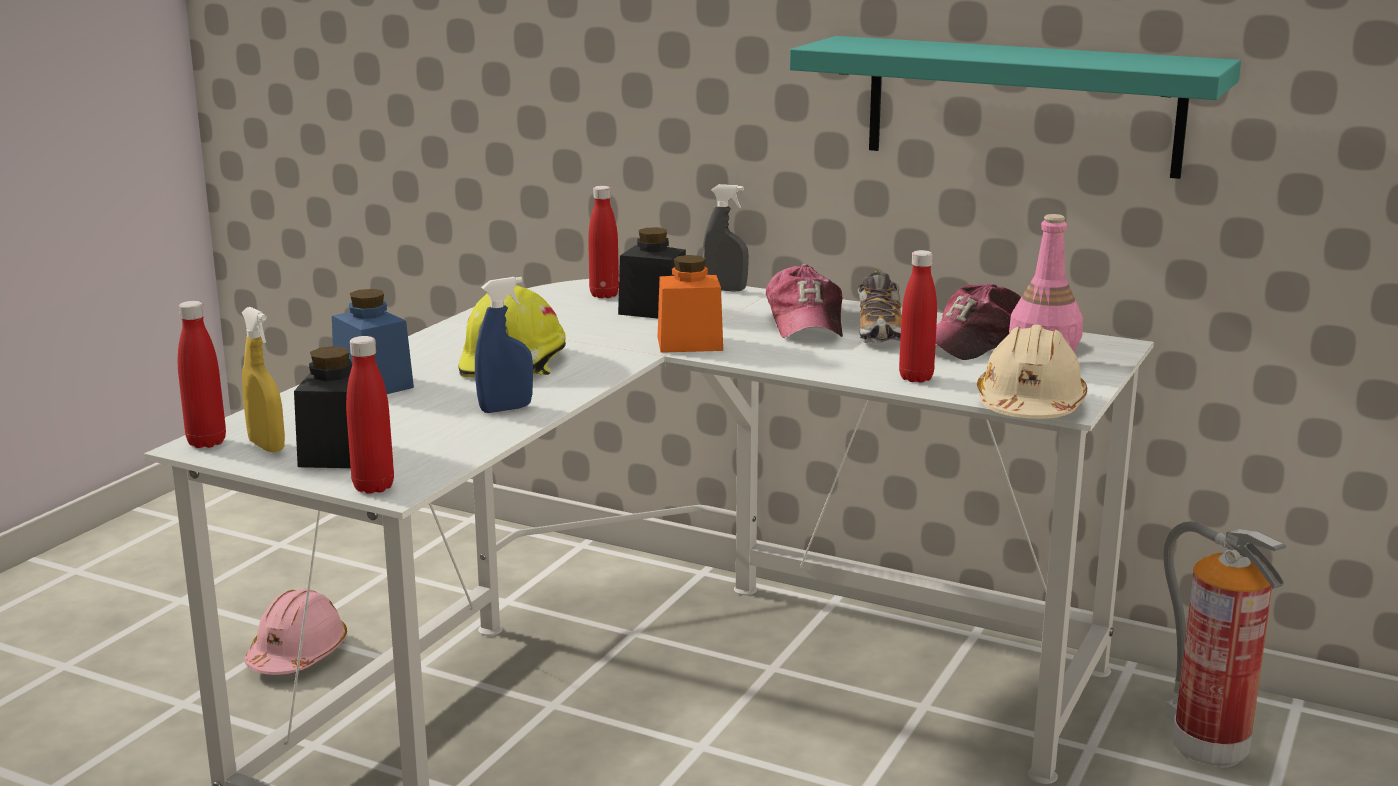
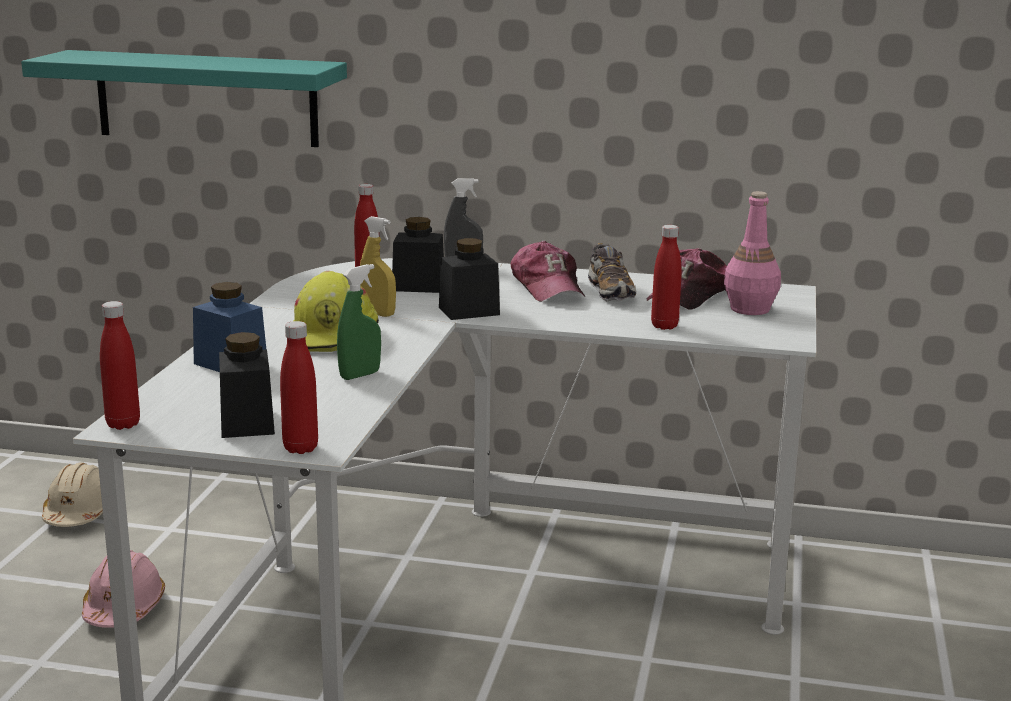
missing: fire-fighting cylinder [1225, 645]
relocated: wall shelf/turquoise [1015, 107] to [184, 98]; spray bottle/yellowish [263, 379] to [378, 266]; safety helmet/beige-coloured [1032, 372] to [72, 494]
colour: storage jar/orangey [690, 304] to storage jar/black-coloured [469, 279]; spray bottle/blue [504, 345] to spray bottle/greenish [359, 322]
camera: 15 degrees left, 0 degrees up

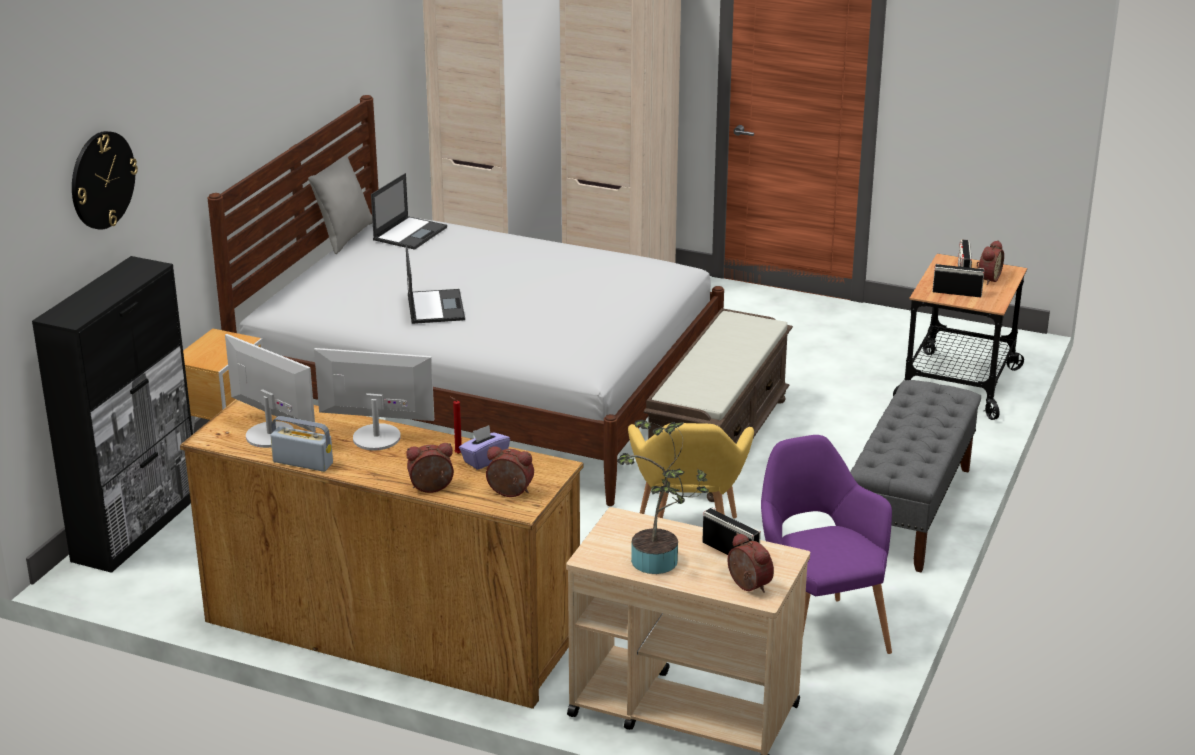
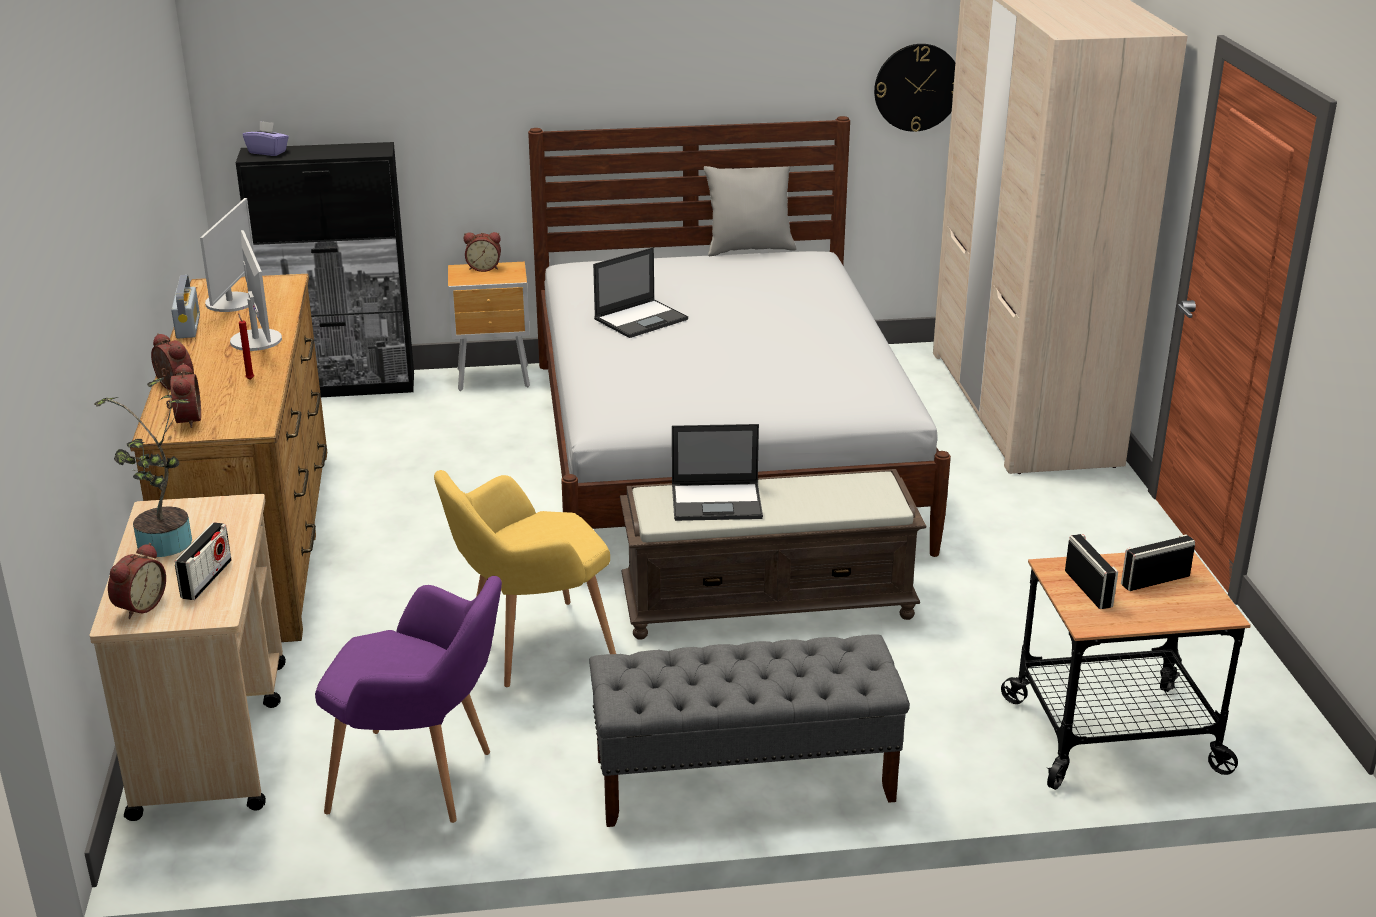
relocated: wall clock [105, 180] to [914, 88]; portable computer [409, 211] to [717, 472]; bedside clock [990, 262] to [482, 252]; box of tissues/purple-coloured [484, 447] to [266, 138]
spun: easy chair/purple-coloured [826, 544] = [408, 699] 60 degrees clockwise
camera: 60 degrees right, 0 degrees up

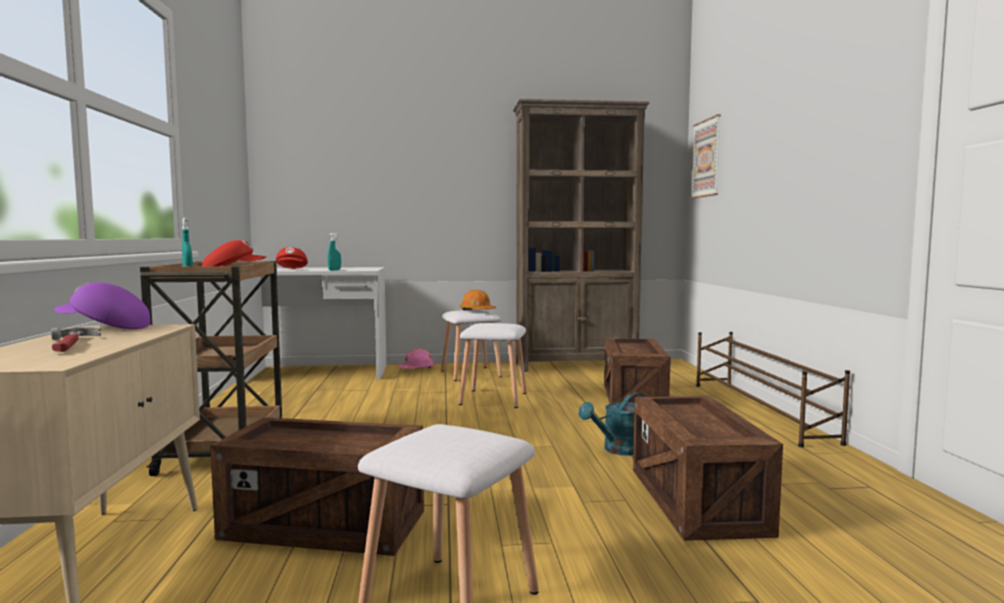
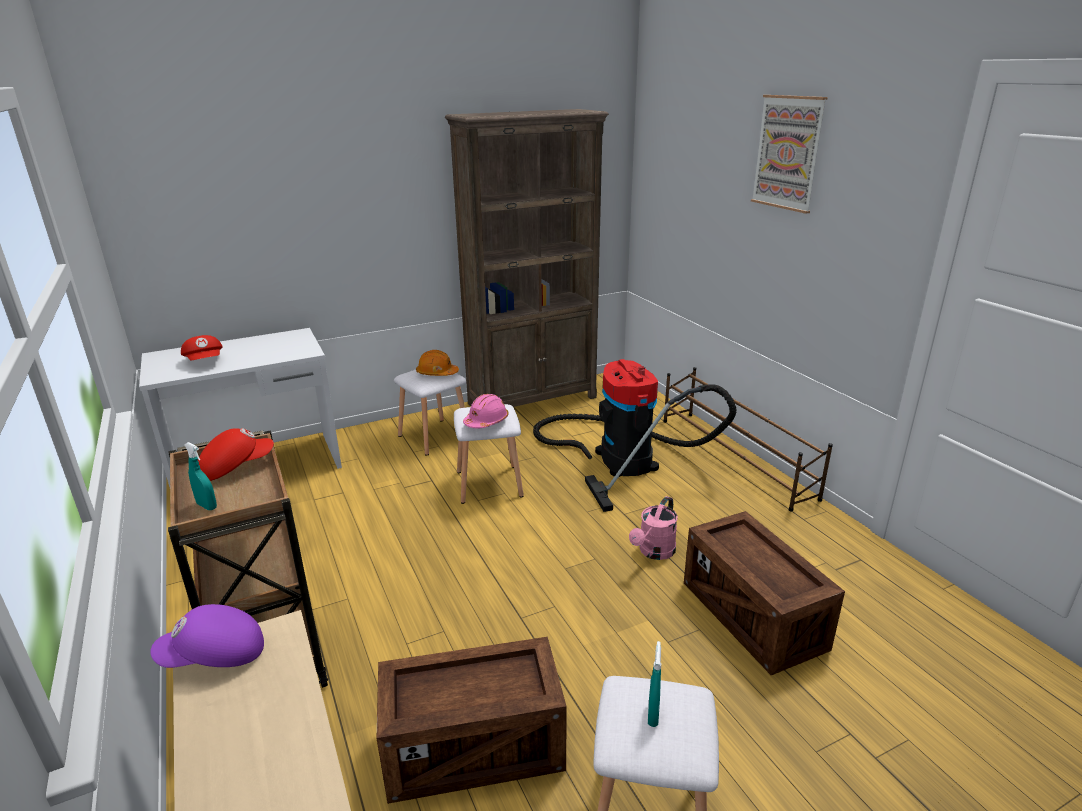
missing: hammer [76, 339]
relocated: wall picture [705, 156] to [789, 154]; spray bottle/turquoise [334, 251] to [654, 684]; safety helmet/pink [417, 359] to [486, 411]
exchanged: crate [637, 371] to vacuum cleaner [634, 435]
colour: sprinkling can/turquoise [612, 424] to sprinkling can/pink [653, 528]
camera: 20 degrees left, 20 degrees up

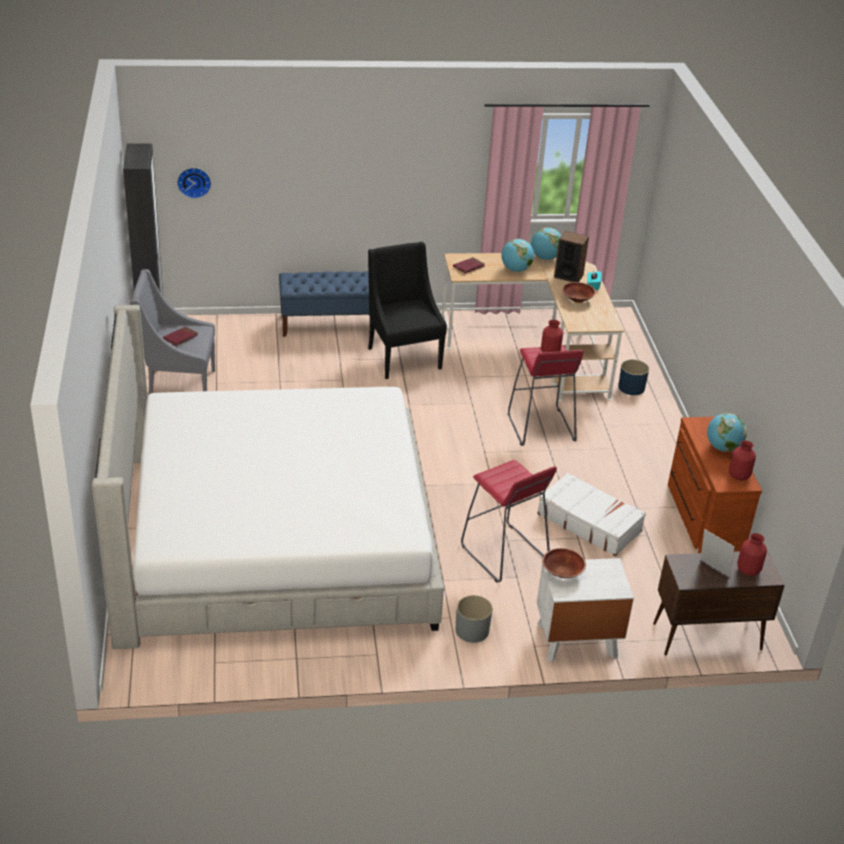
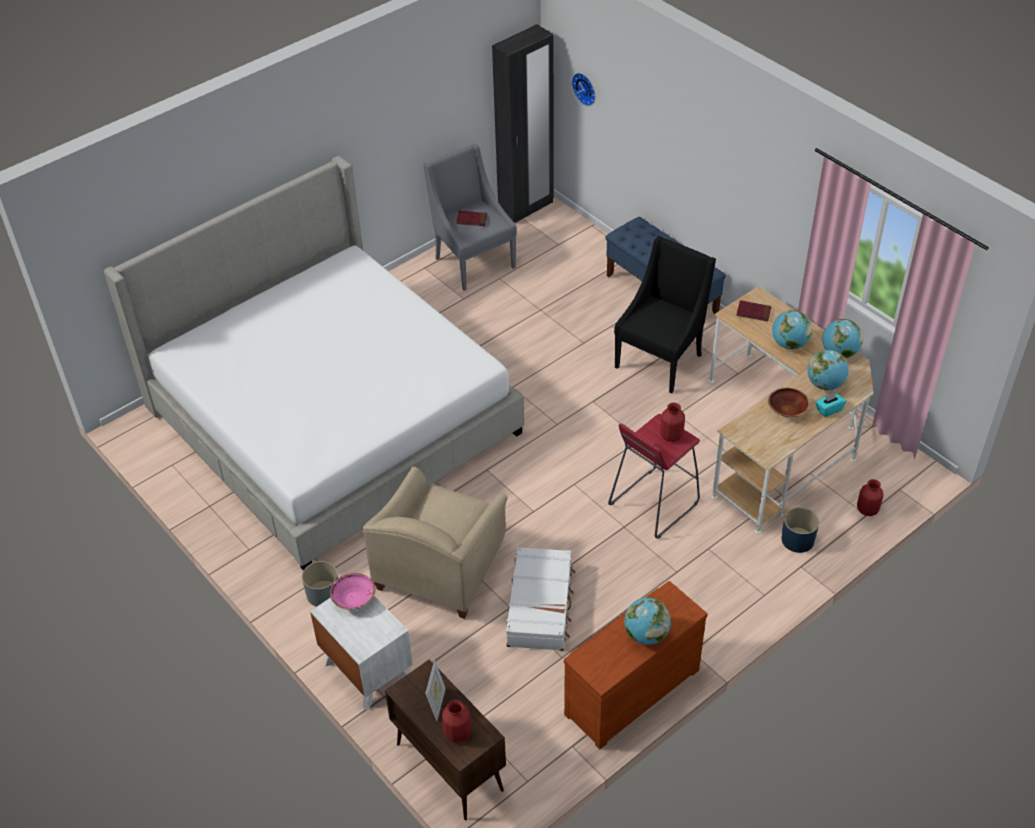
relocated: decorative vase/red-coloured [742, 460] to [870, 497]
exchanged: speaker [571, 256] to desk globe [828, 370]; stool/red-coloured [509, 521] to easy chair/beige-coloured [435, 543]
colour: bowl/brown-coloured [564, 563] to bowl/pink [353, 591]
camera: 60 degrees right, 10 degrees up

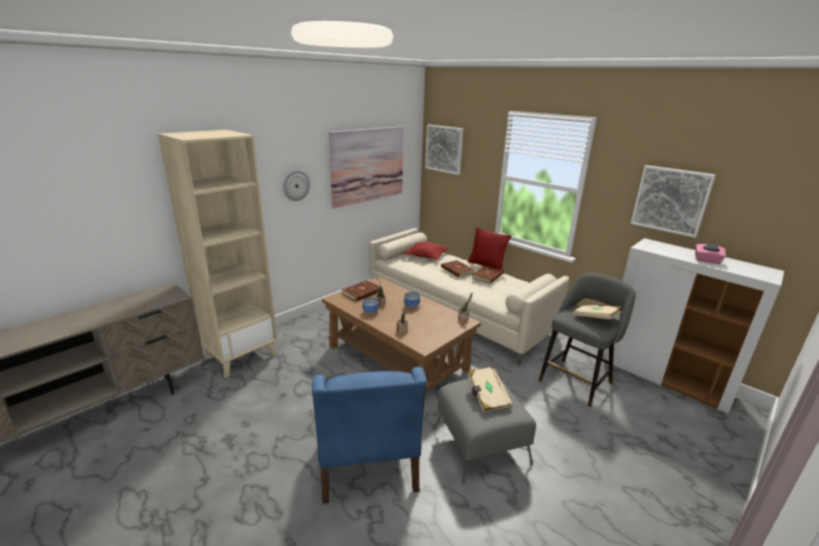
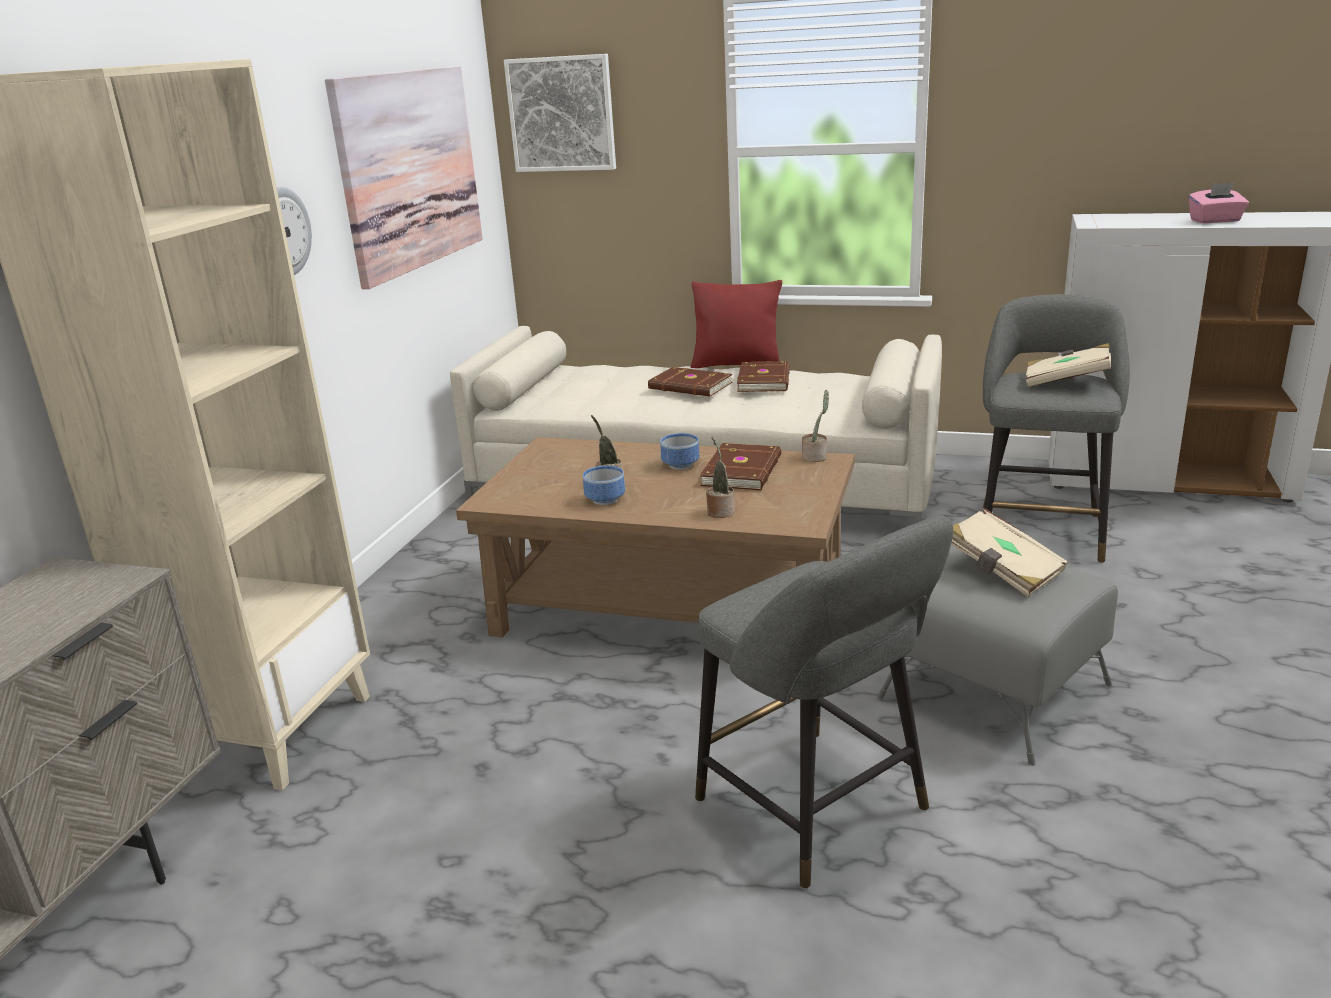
missing: wall picture [673, 201]; pillow/red-coloured [426, 251]
relocated: volume/brown-coloured [360, 290] to [740, 466]
exchanged: easy chair/blue [369, 435] to stool/grey [824, 702]
camera: 25 degrees left, 0 degrees up

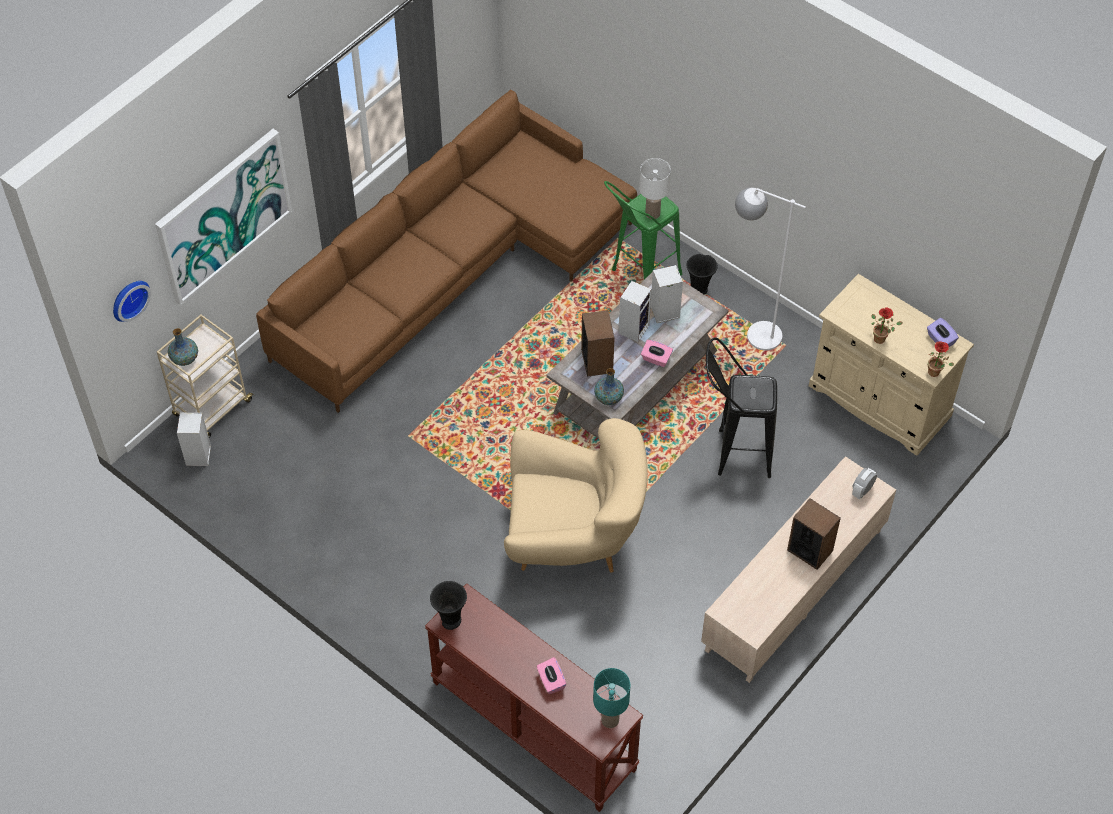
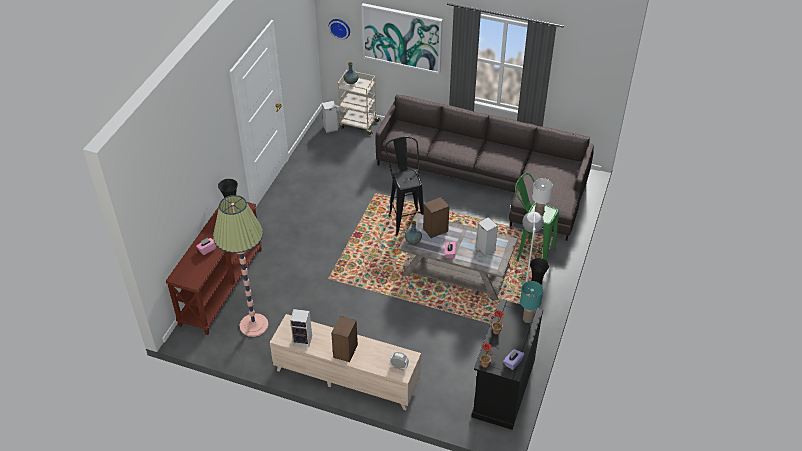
missing: easy chair/beige-coloured [576, 495]
appeared: standing lamp [241, 266]
relocated: speaker [635, 311] to [301, 328]; stool/black-coloured [741, 407] to [404, 186]; lamp for a table/turquoise [611, 698] to [531, 302]
colour: couch/brown-coloured [446, 251] to couch/grey [485, 167]; cabinet/beige-coloured [891, 365] to cabinet/black-coloured [507, 364]
camera: 70 degrees right, 10 degrees down

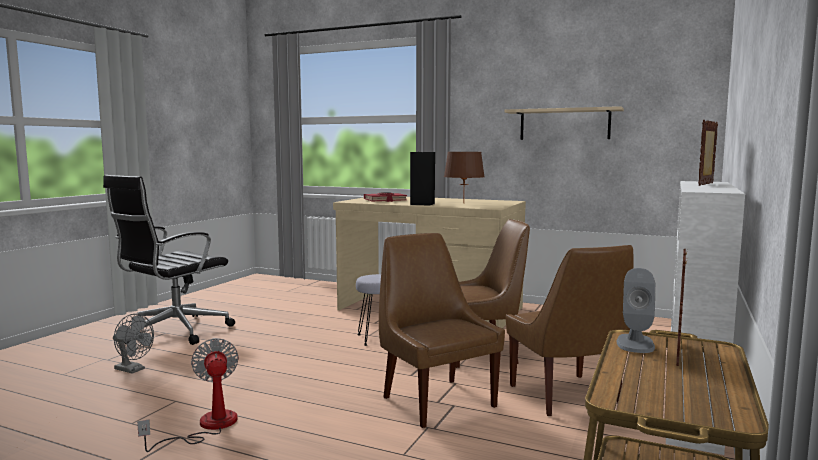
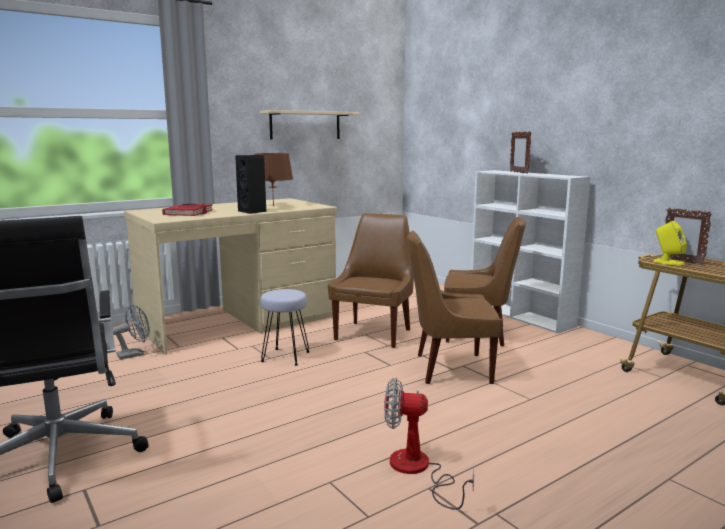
relocated: cooling fan/grey [133, 344] to [131, 331]
colour: speaker/grey [636, 310] to speaker/yellowish [670, 243]
camera: 60 degrees left, 5 degrees up

